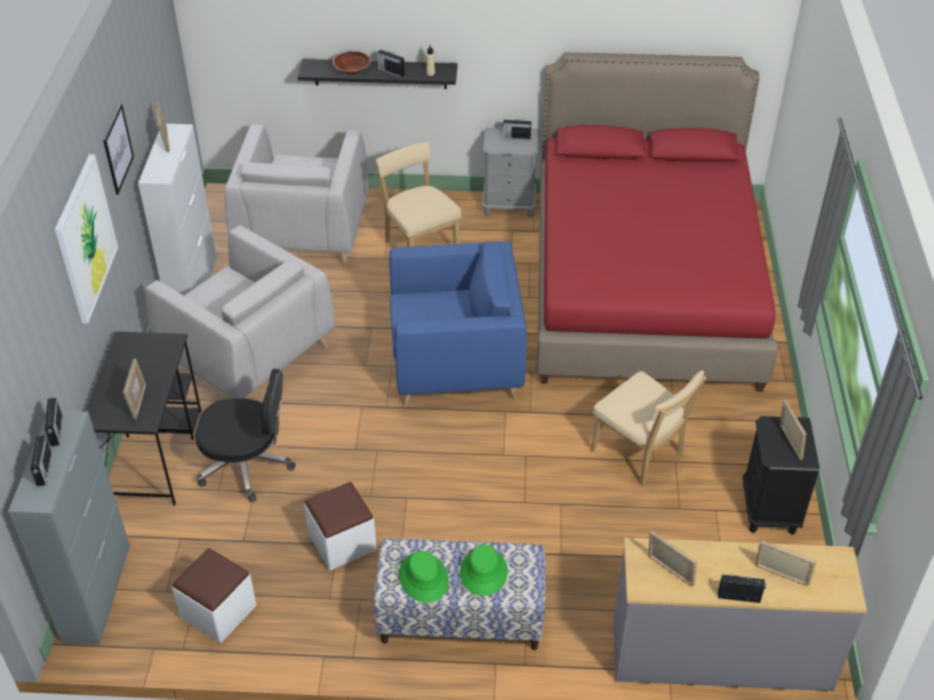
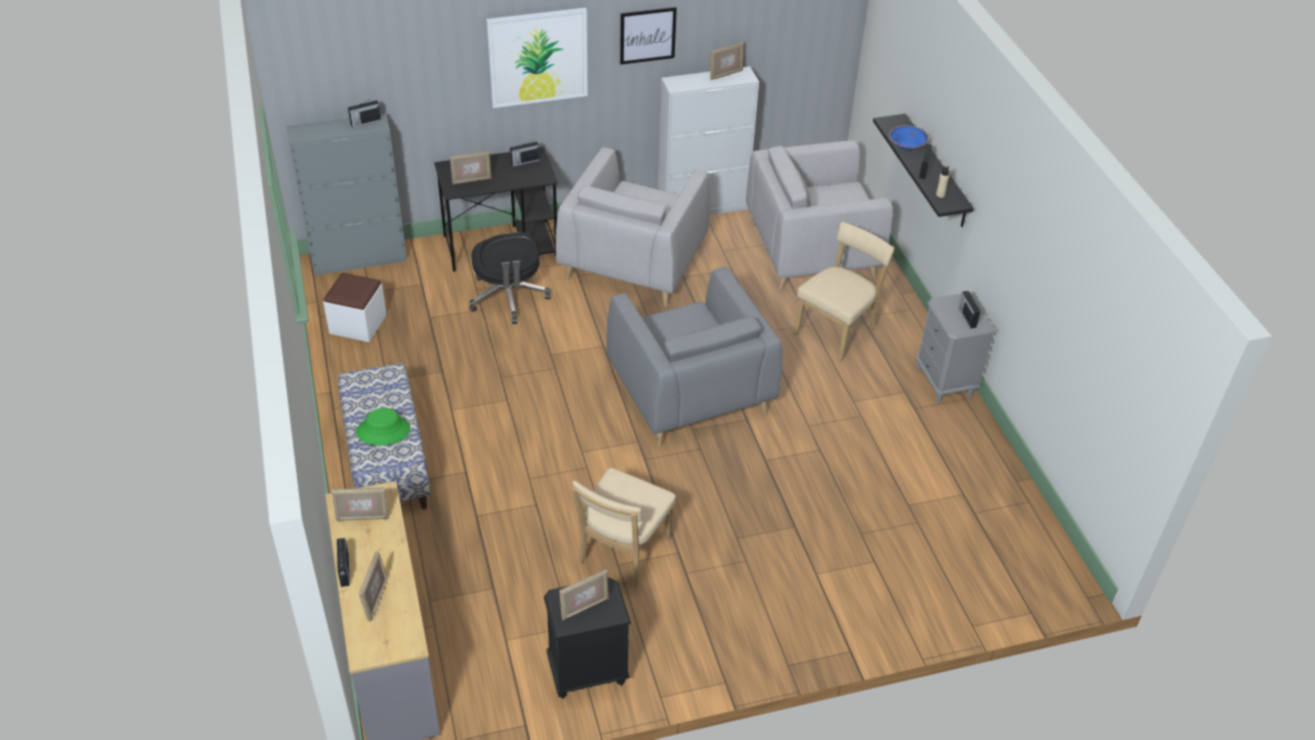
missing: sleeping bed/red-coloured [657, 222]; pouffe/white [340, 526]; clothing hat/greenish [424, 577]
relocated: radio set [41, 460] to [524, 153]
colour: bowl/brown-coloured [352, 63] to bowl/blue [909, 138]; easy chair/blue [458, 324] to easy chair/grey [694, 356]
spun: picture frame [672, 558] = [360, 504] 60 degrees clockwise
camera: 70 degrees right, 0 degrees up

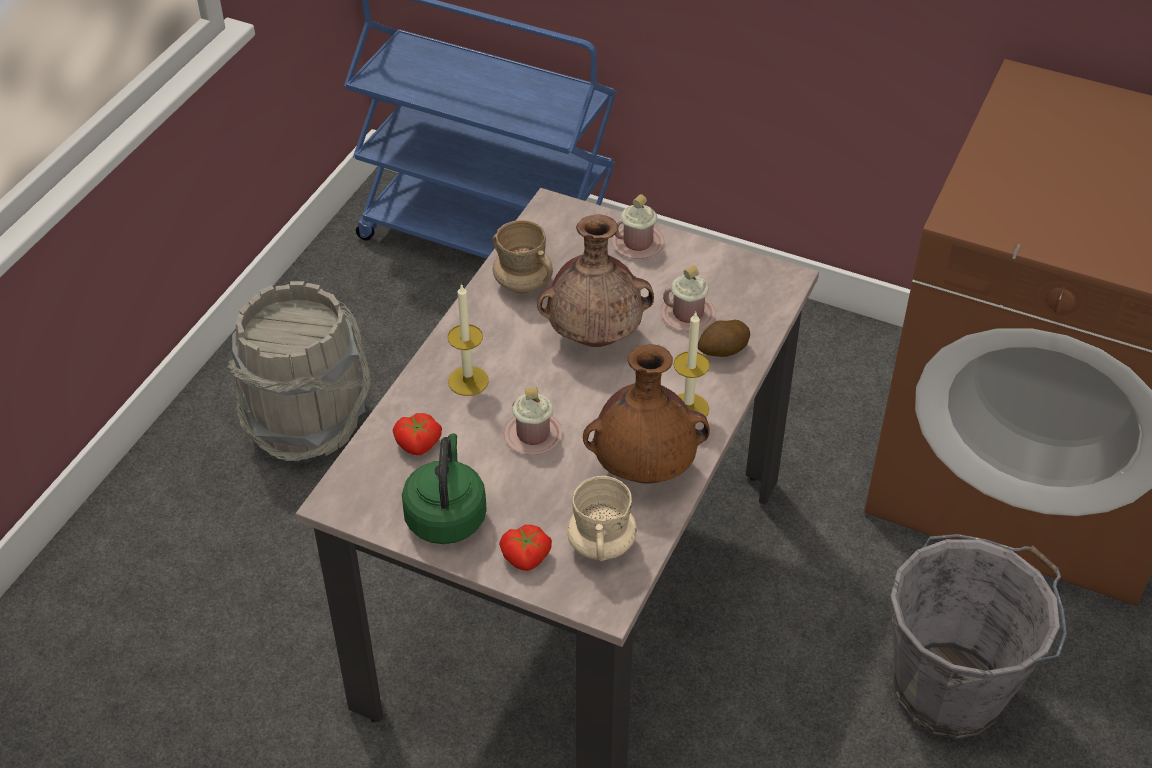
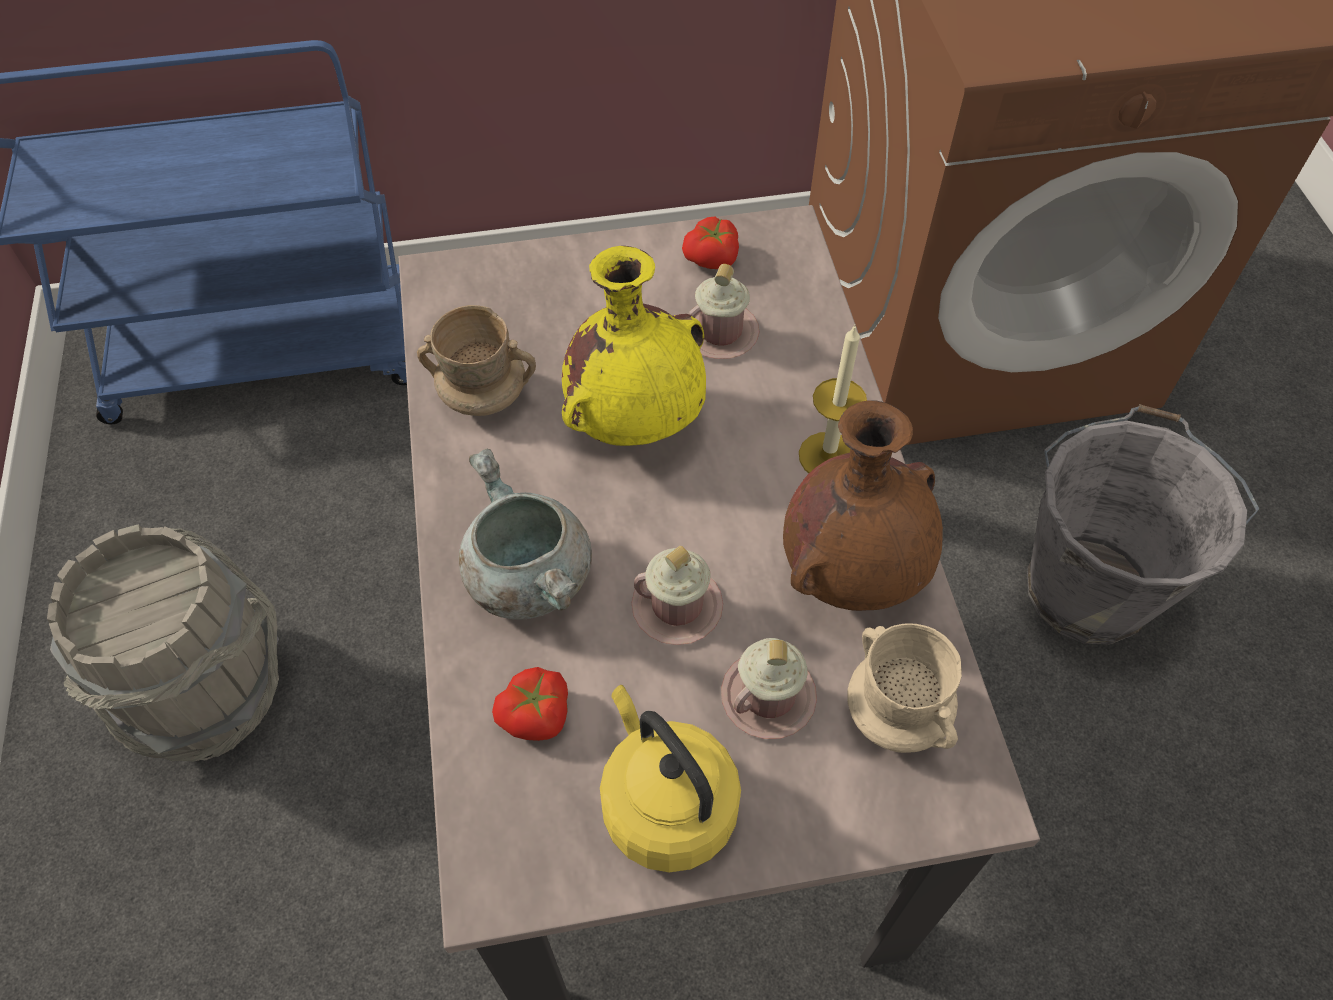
missing: potato [724, 338]
relocated: mug/pink [638, 226] to [769, 688]; whole tomato [525, 548] to [710, 243]
exchanged: wax candle [468, 339] to cooking pot/grey [525, 534]
colour: decorative vase/brown-coloured [595, 281] to decorative vase/yellowish [634, 346]; tea kettle/greenish [444, 489] to tea kettle/yellowish [670, 778]
camera: 35 degrees left, 10 degrees up

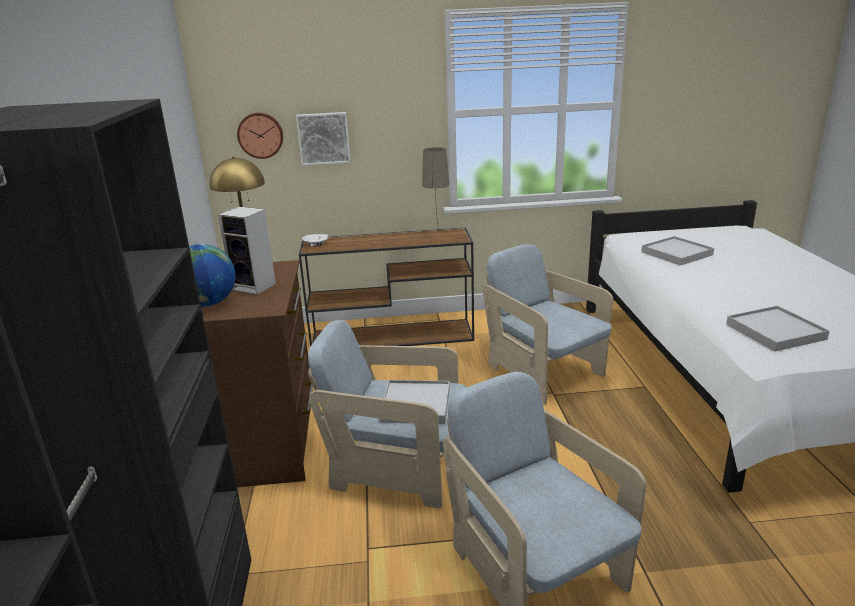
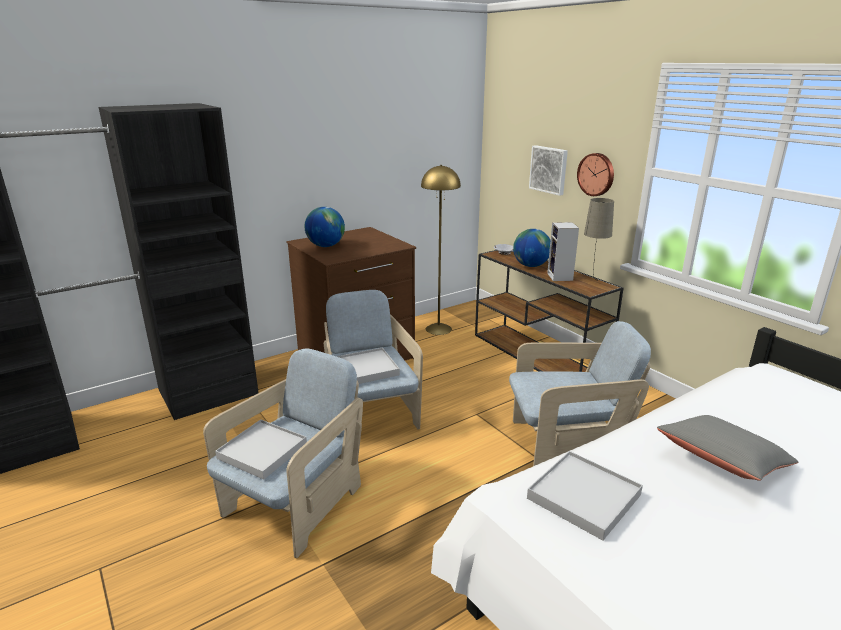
appeared: desk globe [531, 248]; pillow/grey [727, 448]
relocated: wall clock [260, 136] to [595, 174]; speaker [247, 251] to [563, 251]; tray/white [677, 251] to [261, 449]
spun: easy chair/beige-coloured [548, 324] = [580, 393] 60 degrees clockwise
camera: 60 degrees right, 0 degrees up

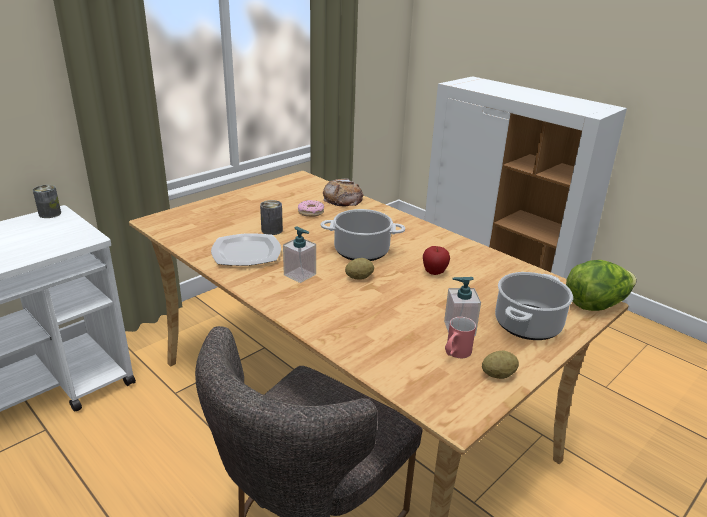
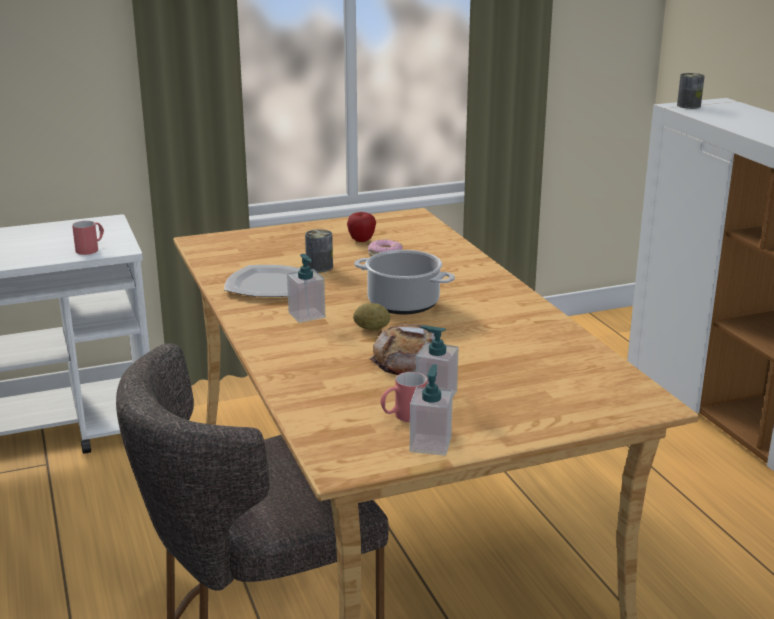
missing: lettuce [601, 285]; cooking pot [534, 306]
appeared: mug/red-coloured [88, 238]
relocated: baked bread [343, 192] to [402, 349]; metal can [47, 201] to [691, 91]; apple fruit [436, 260] to [361, 227]
exchanged: potato [500, 364] to soap dispenser [431, 410]
camera: 25 degrees right, 5 degrees down

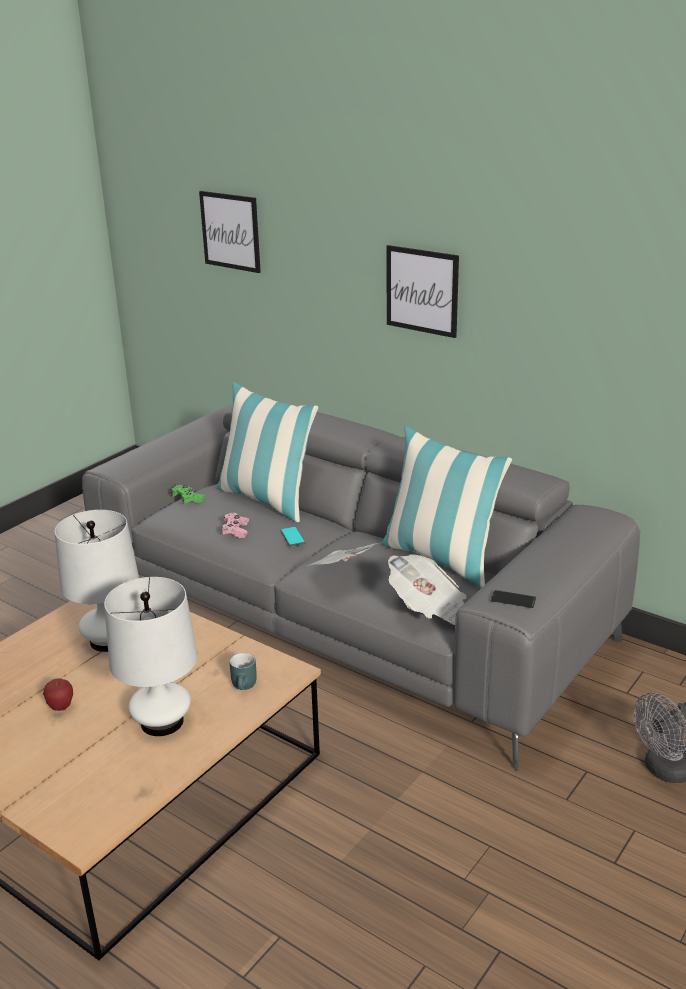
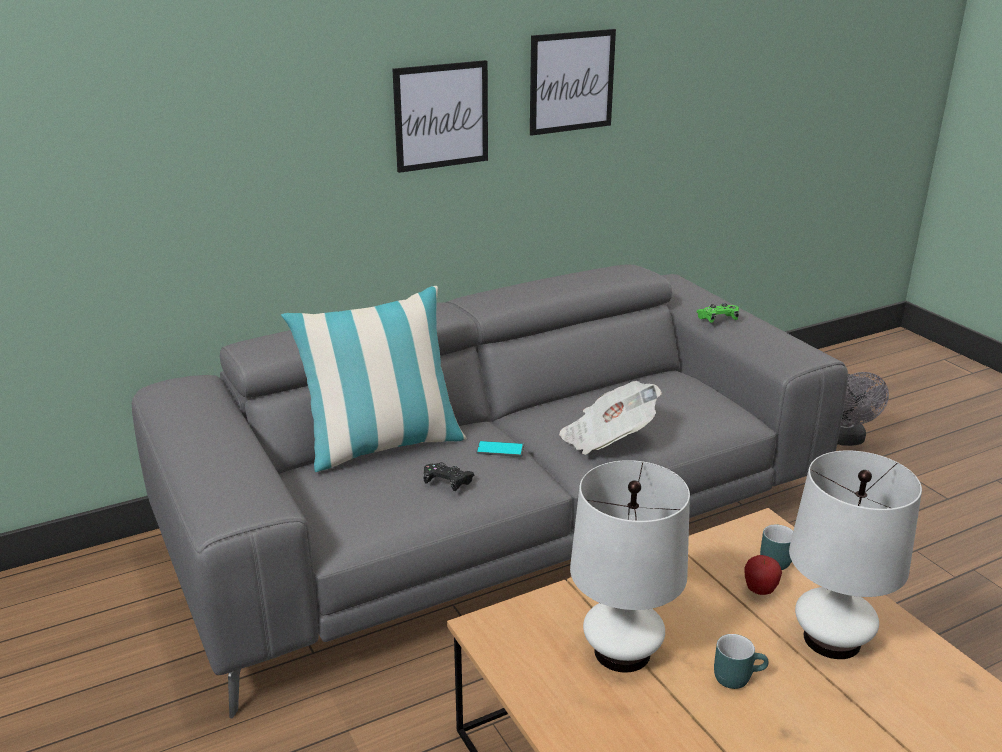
missing: pillow [447, 507]; newspaper [427, 589]; telephone [514, 599]
appeared: mug/turquoise [741, 661]
relocated: wall picture [230, 232] to [573, 82]; joypad/greenish [188, 494] to [717, 313]; apple fruit [58, 695] to [763, 575]
colour: joypad/pink [235, 525] to joypad/black-coloured [448, 476]
camera: 65 degrees left, 0 degrees up

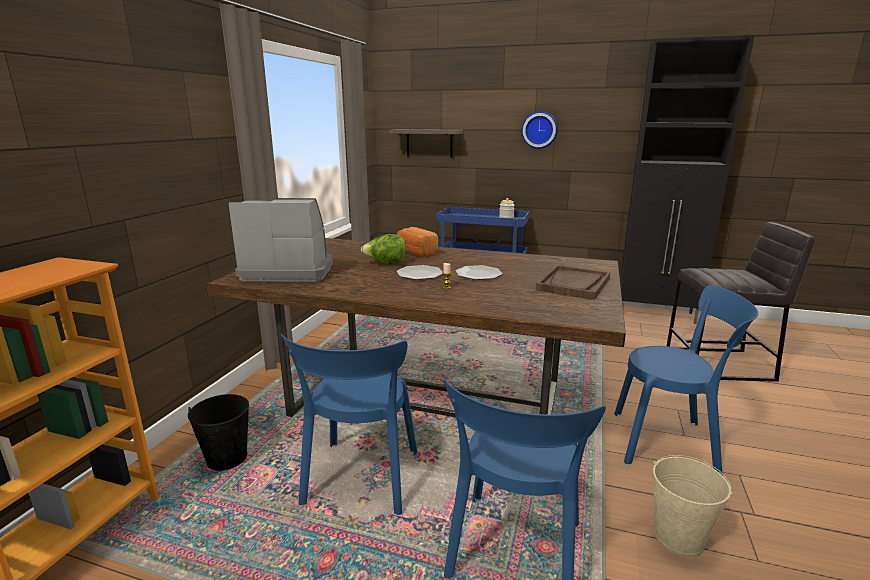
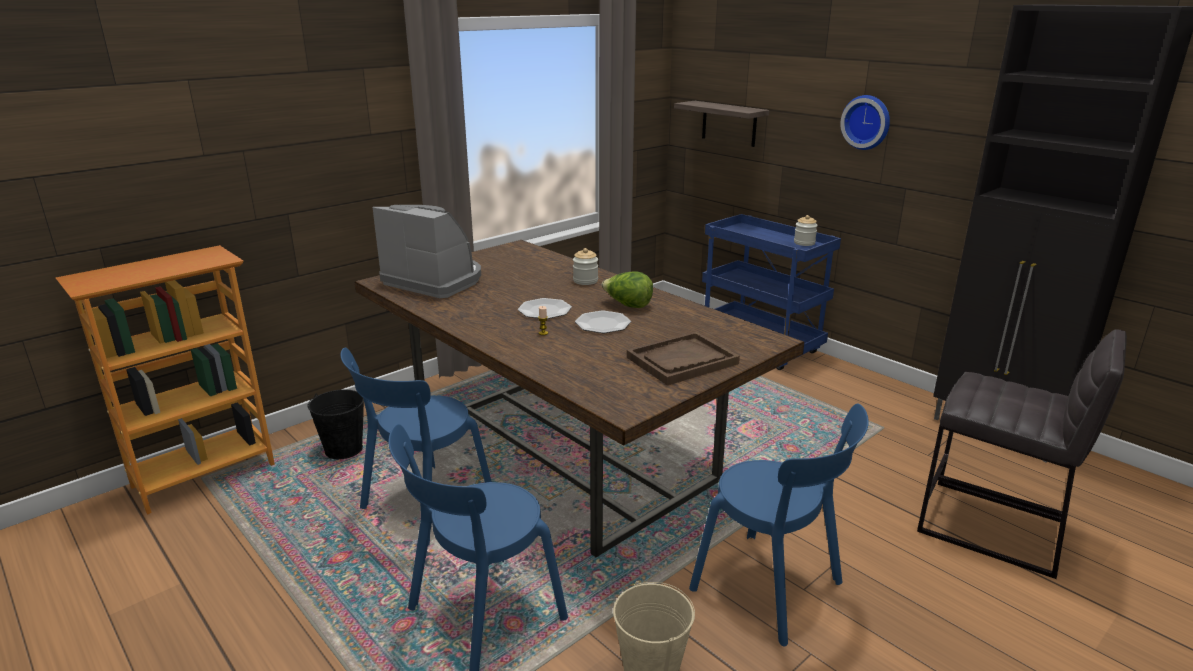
relocated: lettuce [383, 249] to [627, 289]
exchanged: baked bread [417, 241] to storage jar [585, 266]
camera: 30 degrees right, 5 degrees up

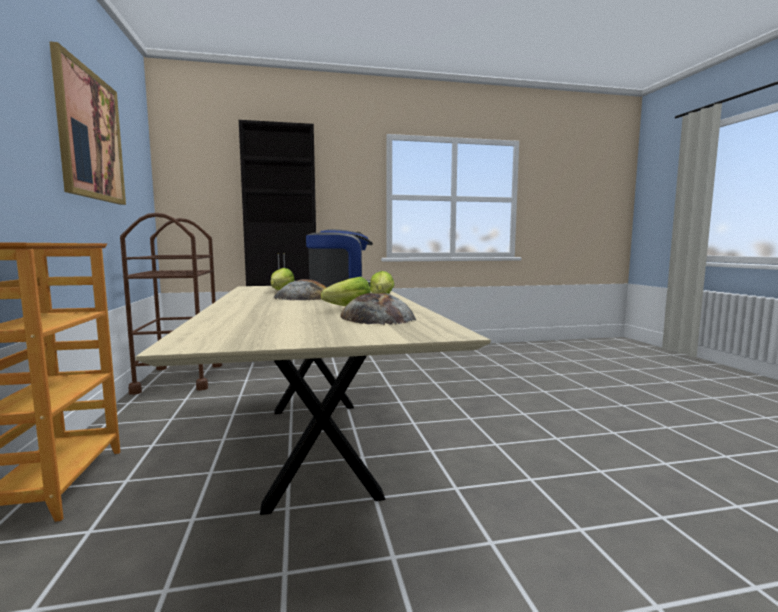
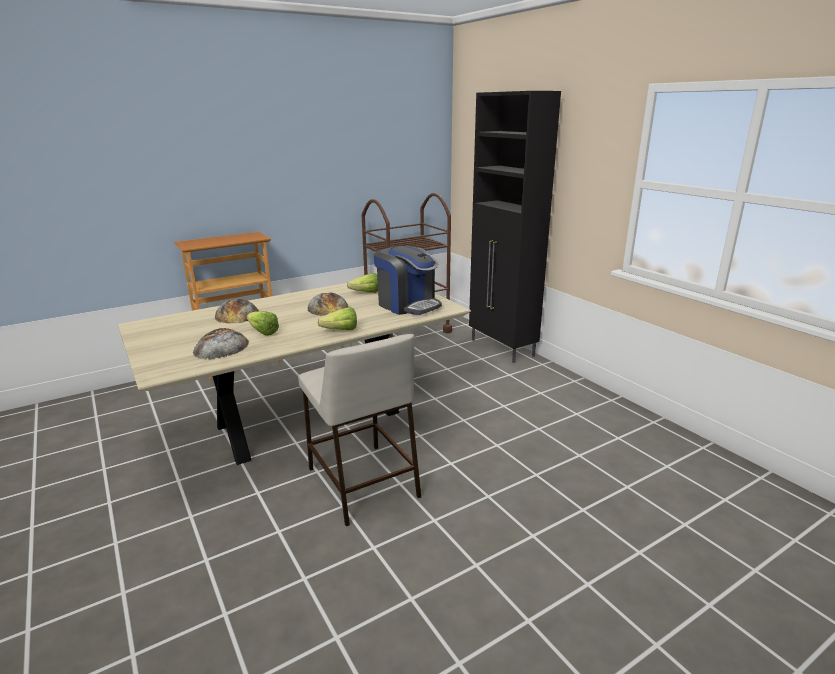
missing: wall picture [87, 123]
appeared: baked bread [236, 311]; stool/beige-coloured [359, 430]
camera: 70 degrees right, 15 degrees up

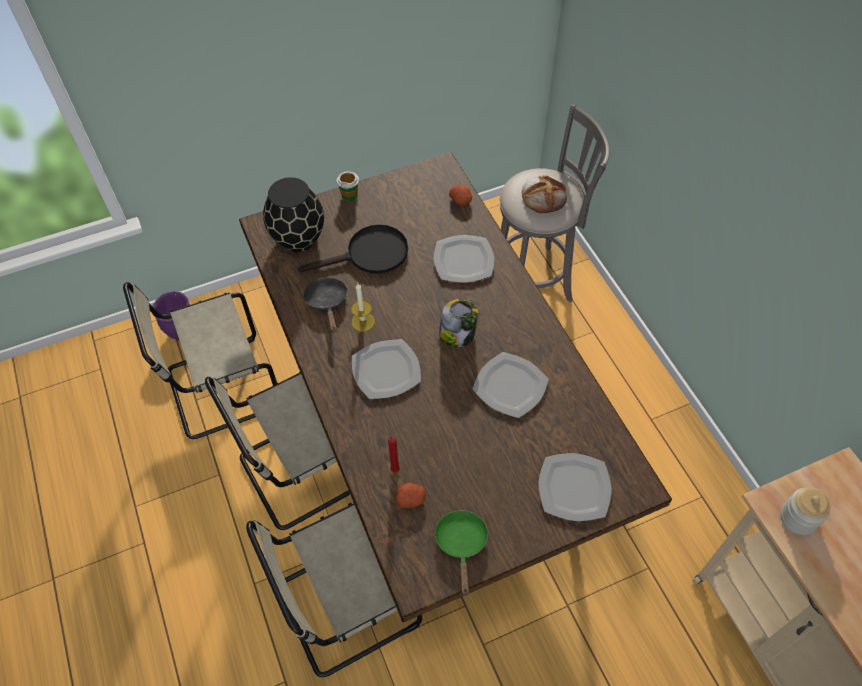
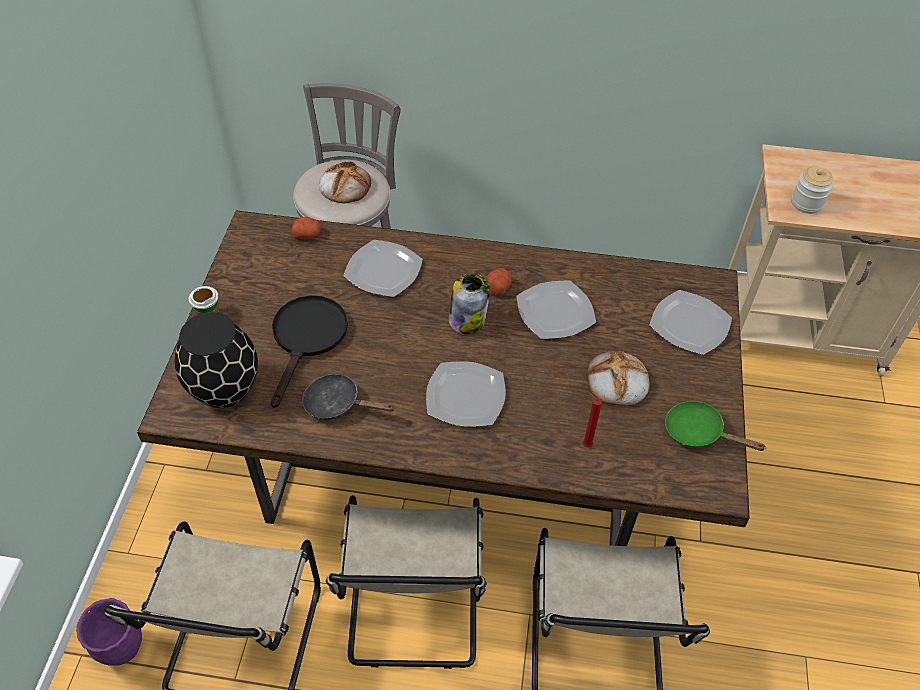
missing: wax candle [363, 308]
appeared: baked bread [618, 378]
relocated: potato [410, 495] to [499, 282]
camera: 60 degrees left, 5 degrees down

